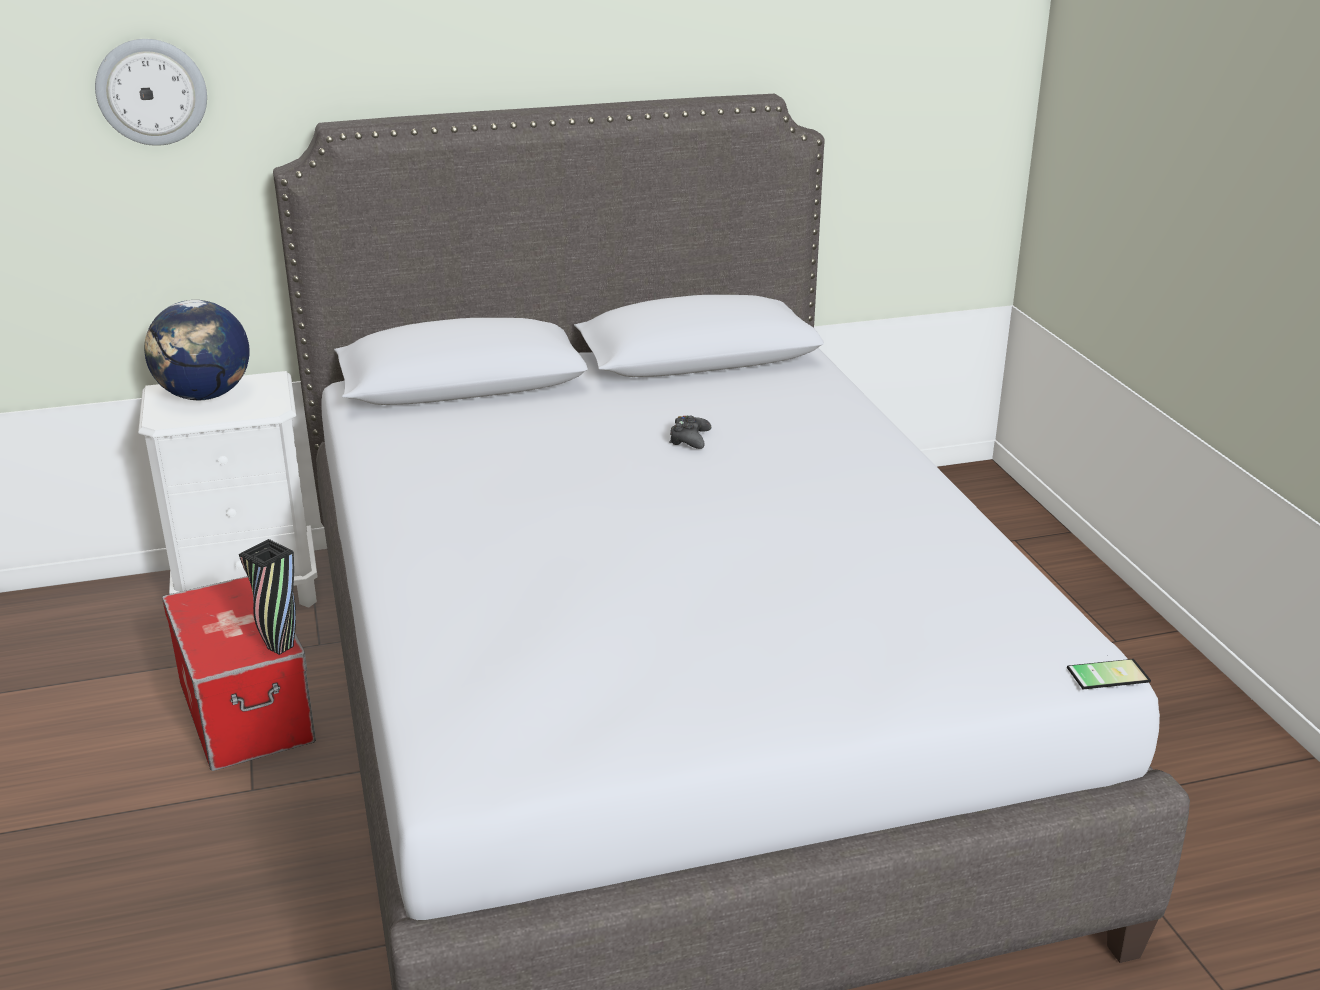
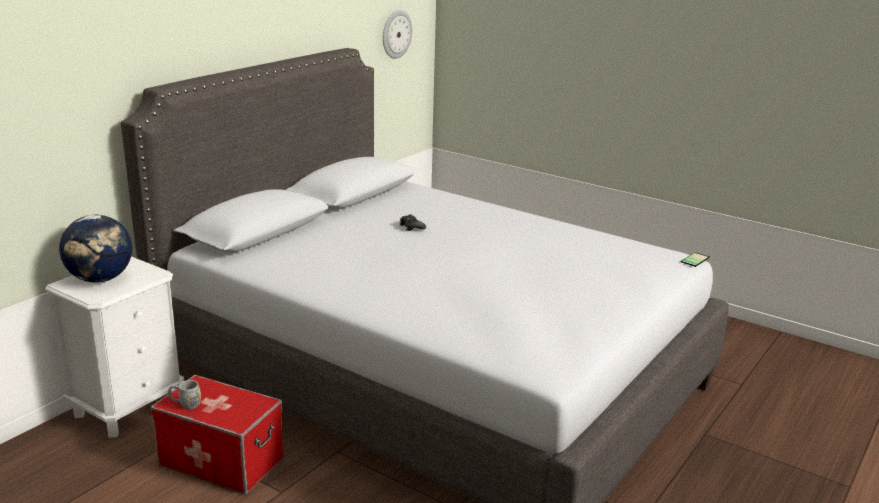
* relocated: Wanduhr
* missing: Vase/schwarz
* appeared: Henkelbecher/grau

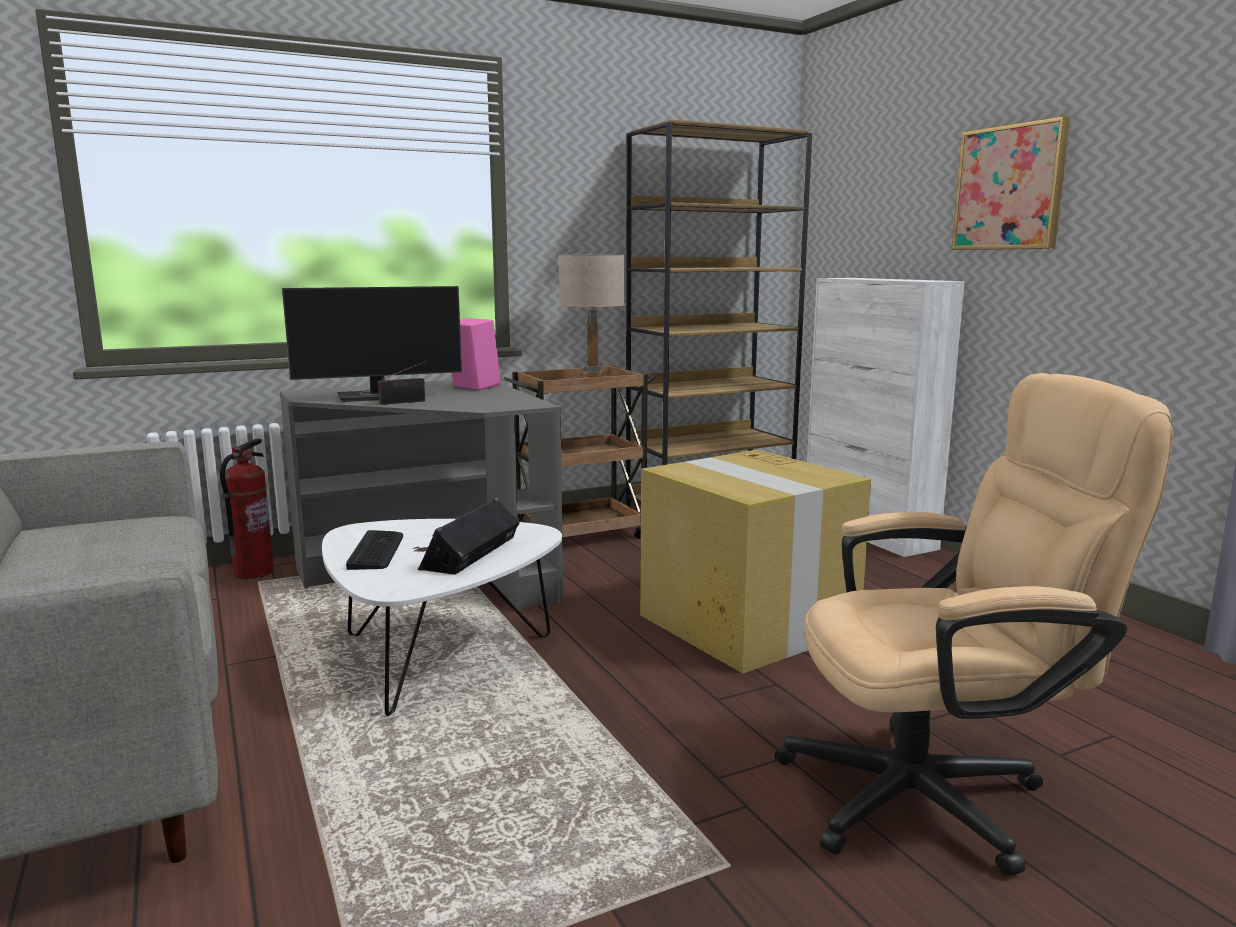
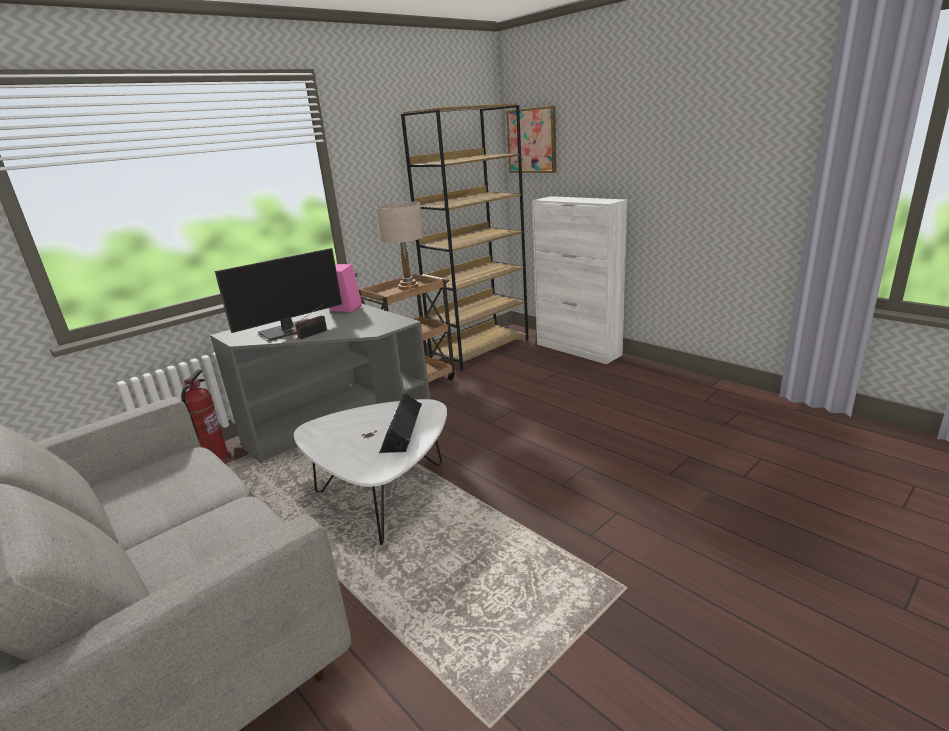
* missing: Tastatur
* missing: Karton
* missing: Bürostuhl/beige
* relocated: Bild

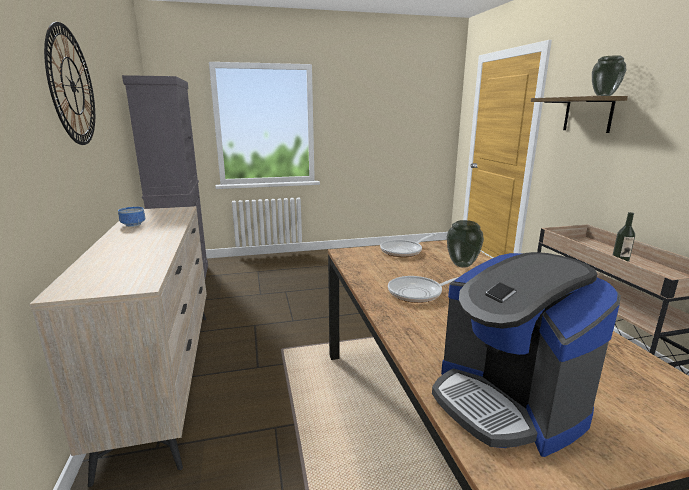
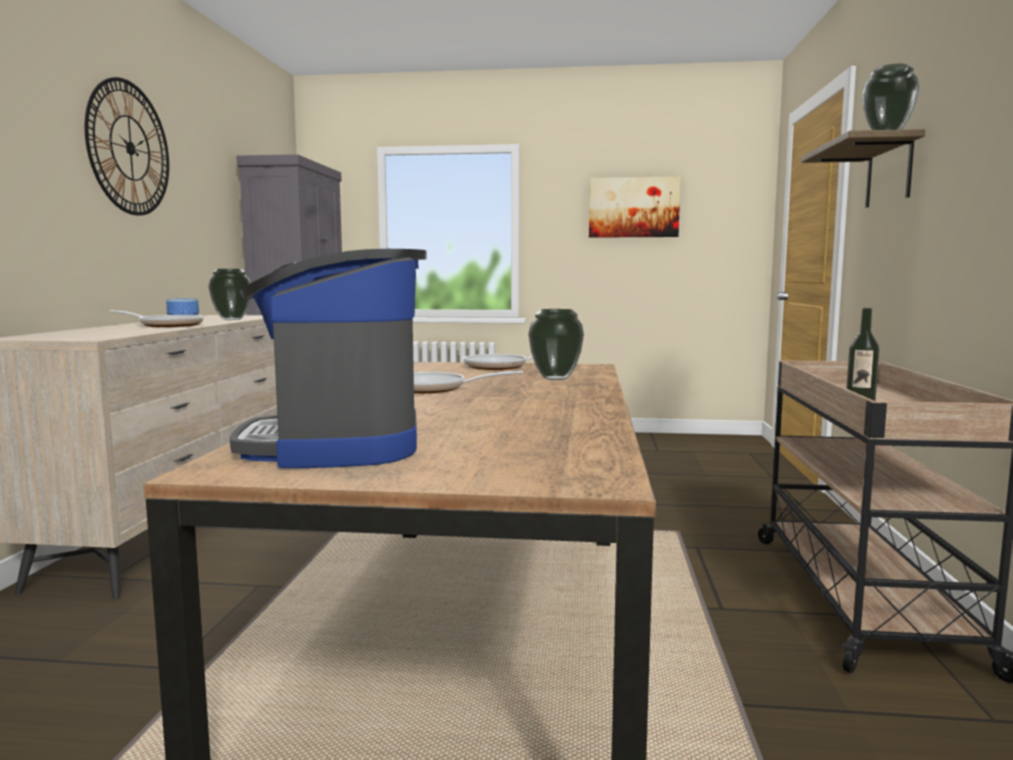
* appeared: Pfanne (no. 1 from left)
* appeared: Vase (no. 1 from left)
* appeared: Bild

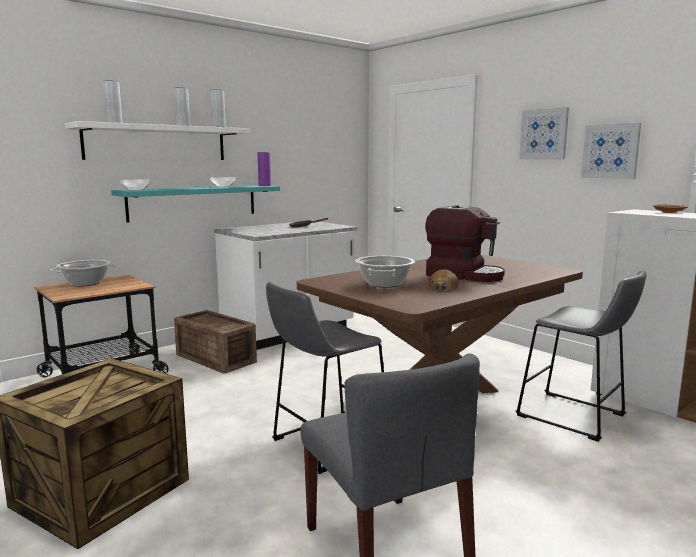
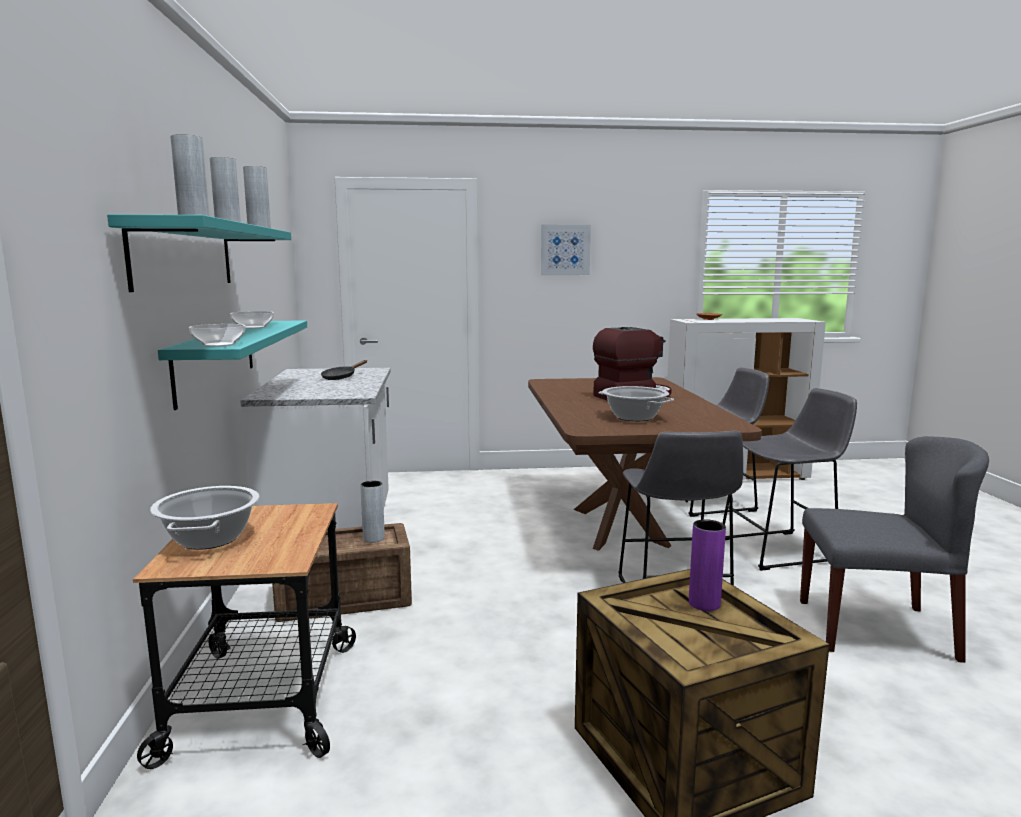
* colour: Wandregal/weiß to Wandregal/türkis (no. 1 from left)
* relocated: Vase/lila
* missing: Brot
* missing: Bild (no. 2 from left)
* appeared: Vase/grau (no. 4 from left)
* appeared: Hocker/grau (no. 3 from left)

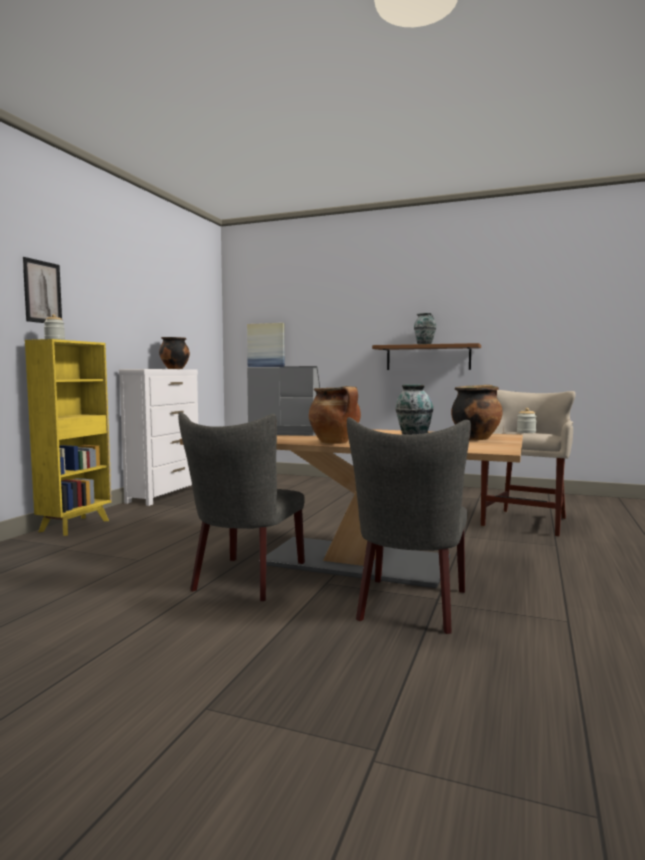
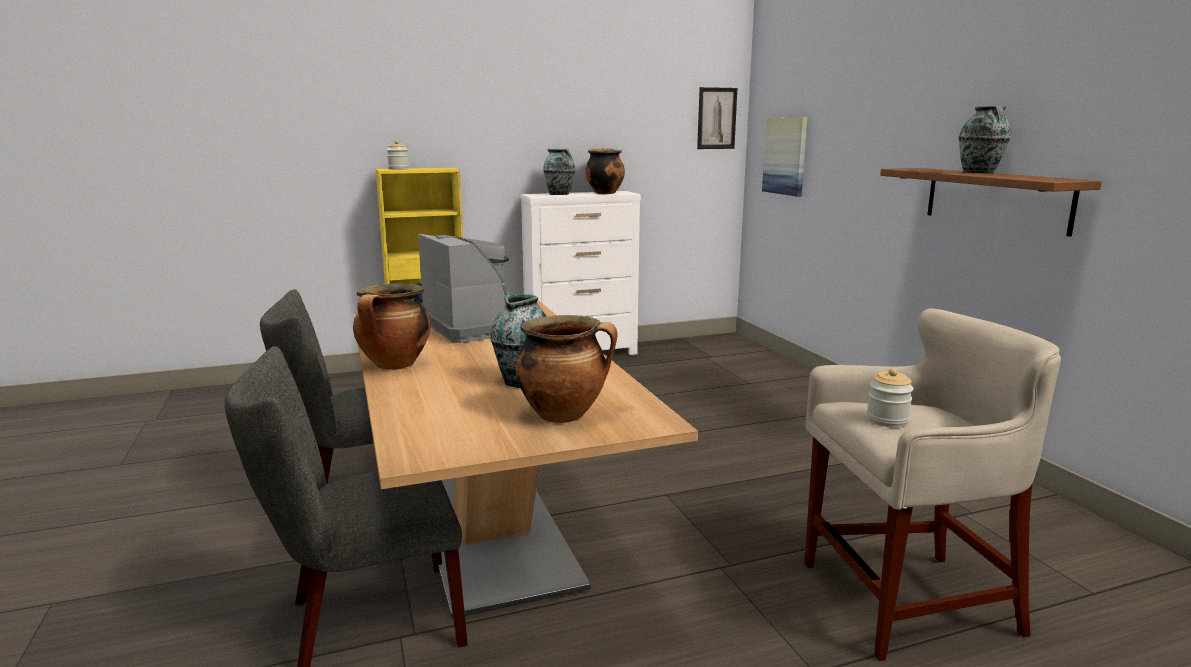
* relocated: Bild (no. 1 from left)
* appeared: Vase (no. 2 from left)

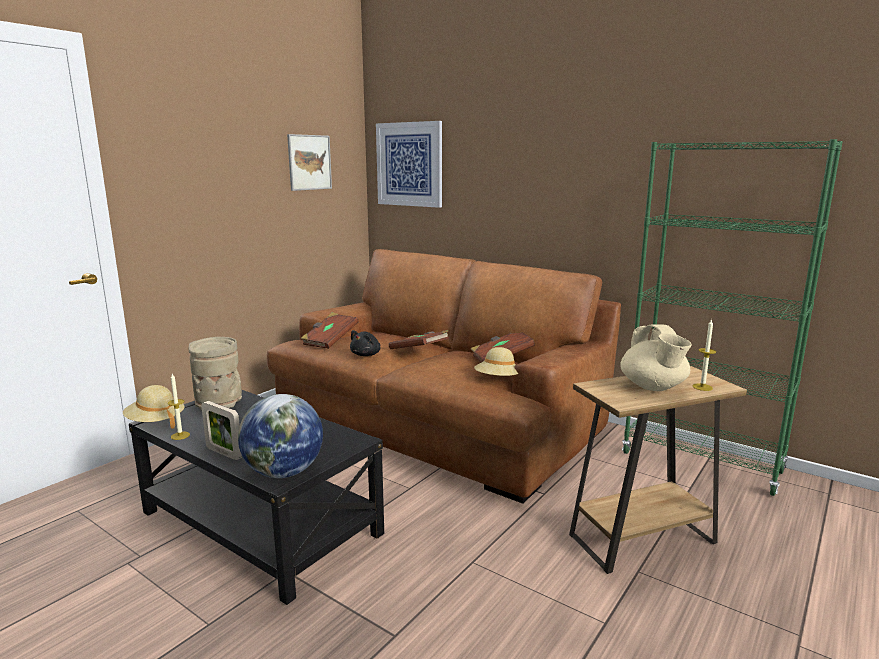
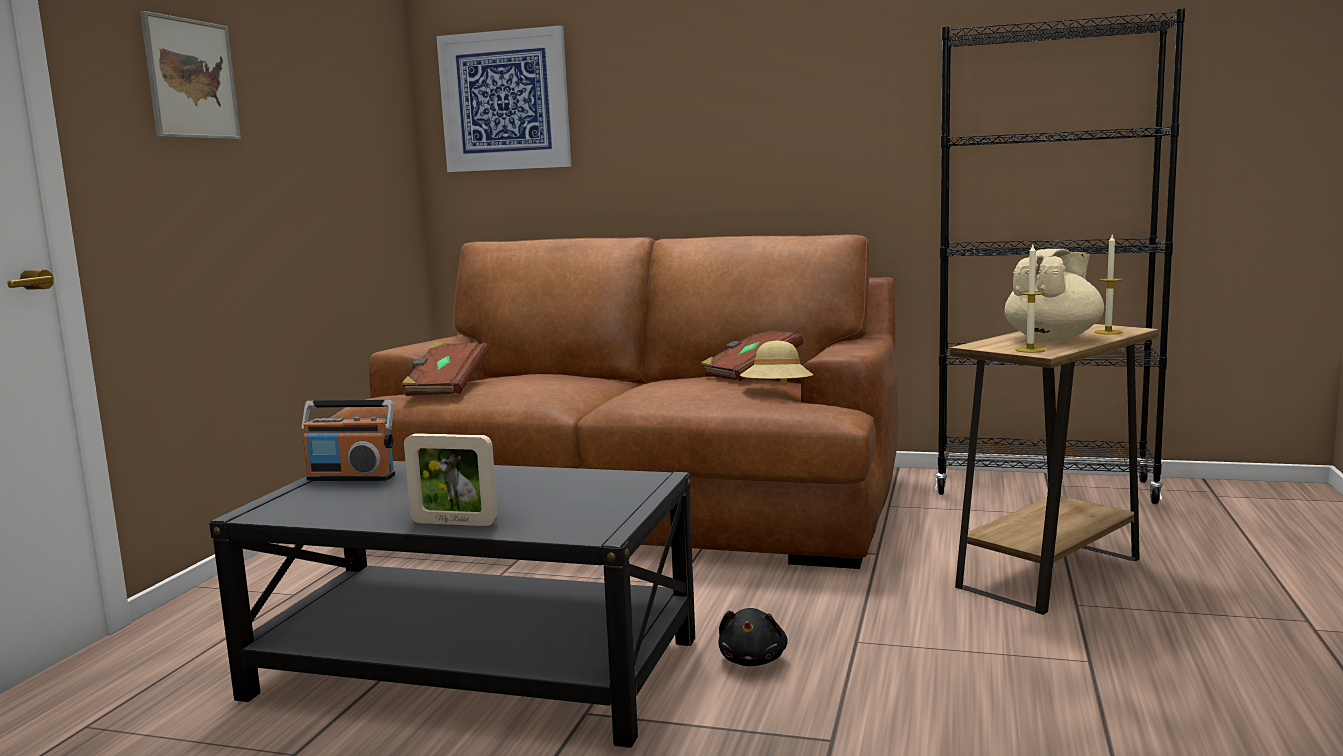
* missing: Hut/beige (no. 1 from left)
* relocated: Kerze (no. 1 from left)
* exchanged: Vase/beige to Radio
* missing: Globus
* relocated: Bild (no. 1 from left)
* relocated: Plüschtier/schwarz
* missing: Buch/braun (no. 2 from left)
* spun: Teekanne/beige 105 degrees counterclockwise
* colour: Bücherregal/grün to Bücherregal/schwarz

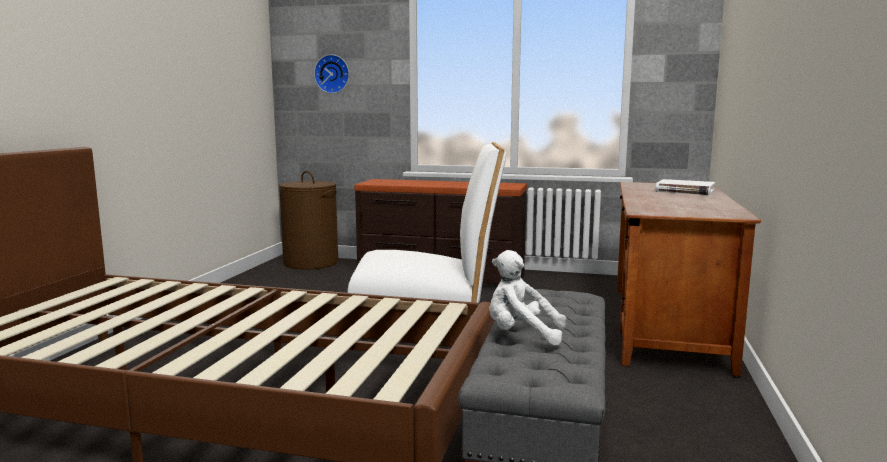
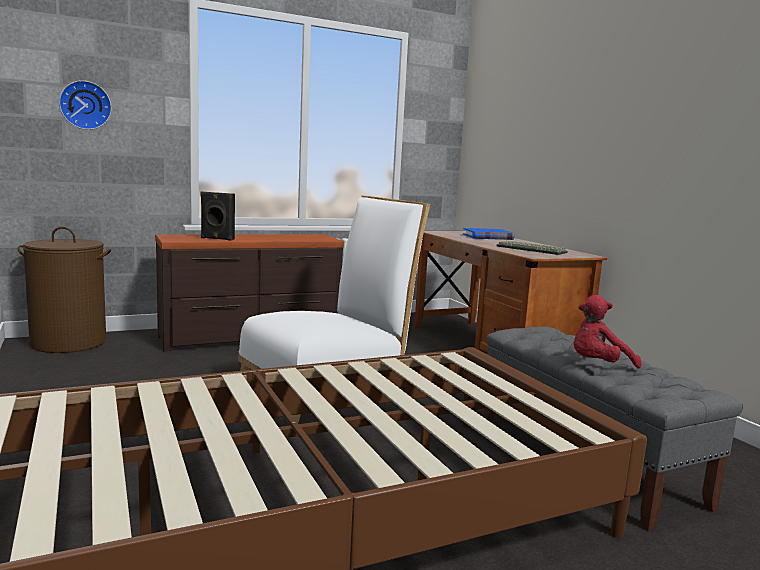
* colour: Plüschtier/weiß to Plüschtier/rot
* colour: Buch/weiß to Buch/blau
* appeared: Lautsprecher/schwarz
* appeared: Tastatur

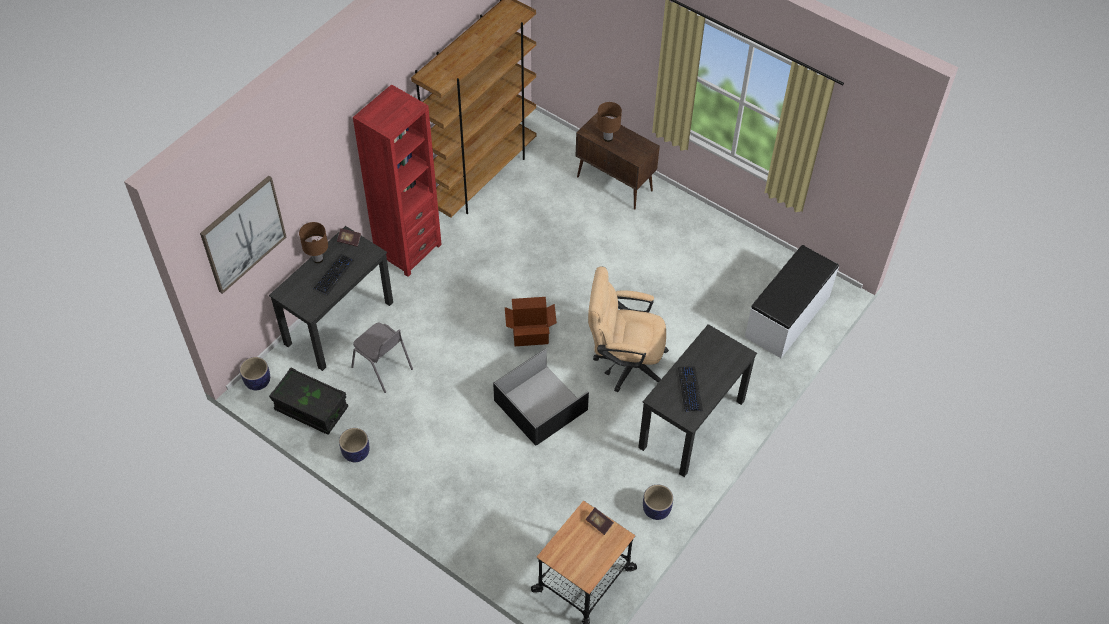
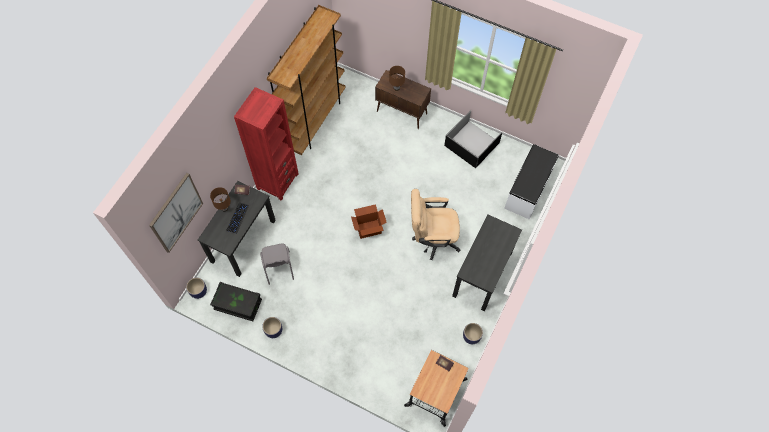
* spun: Stuhl/grau 45 degrees clockwise
* relocated: Aufbewahrungsbox/schwarz (no. 2 from left)
* missing: Tastatur (no. 2 from left)

